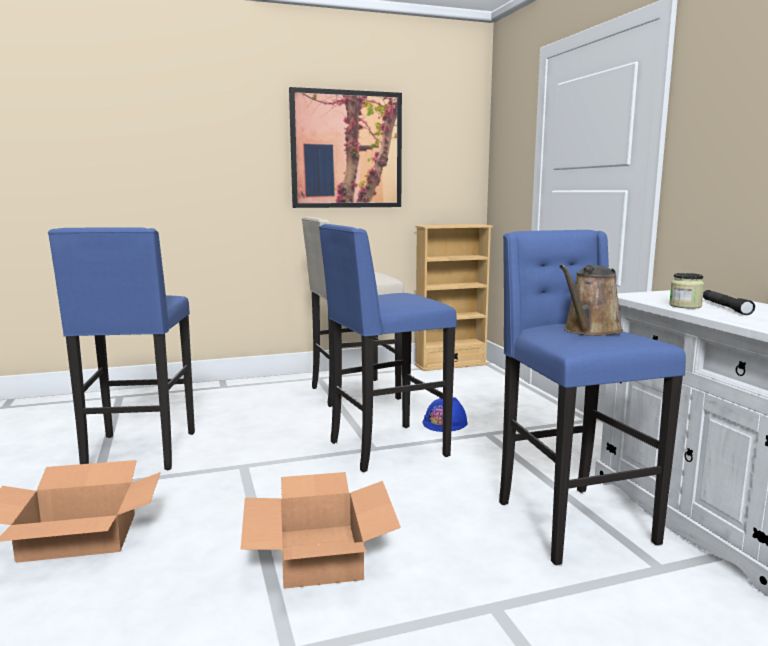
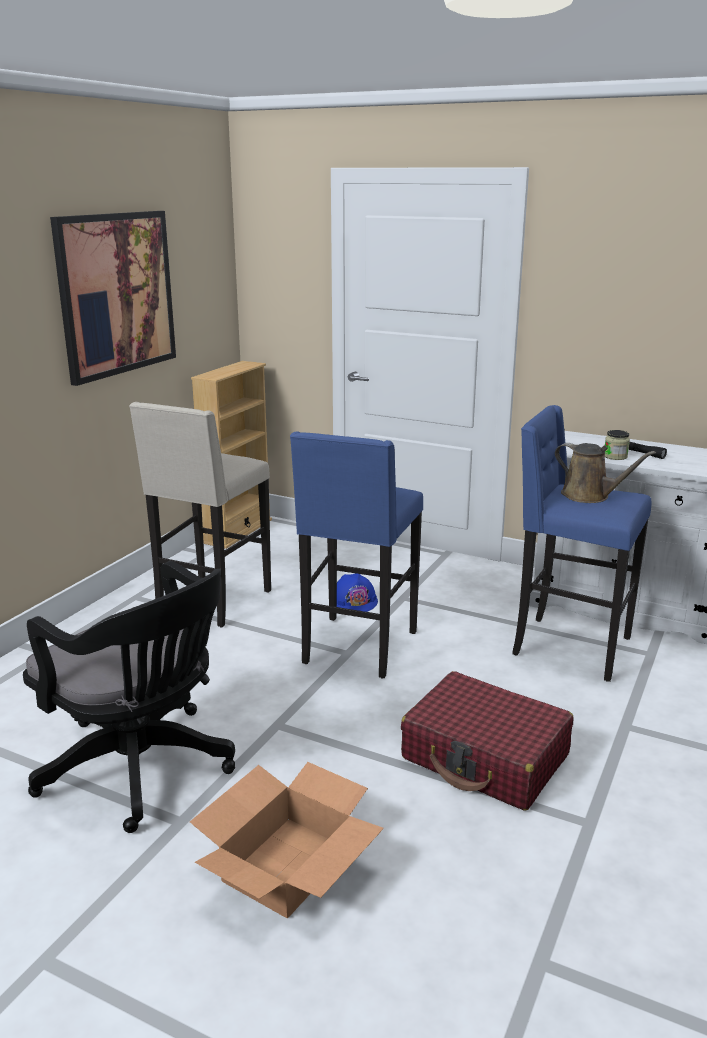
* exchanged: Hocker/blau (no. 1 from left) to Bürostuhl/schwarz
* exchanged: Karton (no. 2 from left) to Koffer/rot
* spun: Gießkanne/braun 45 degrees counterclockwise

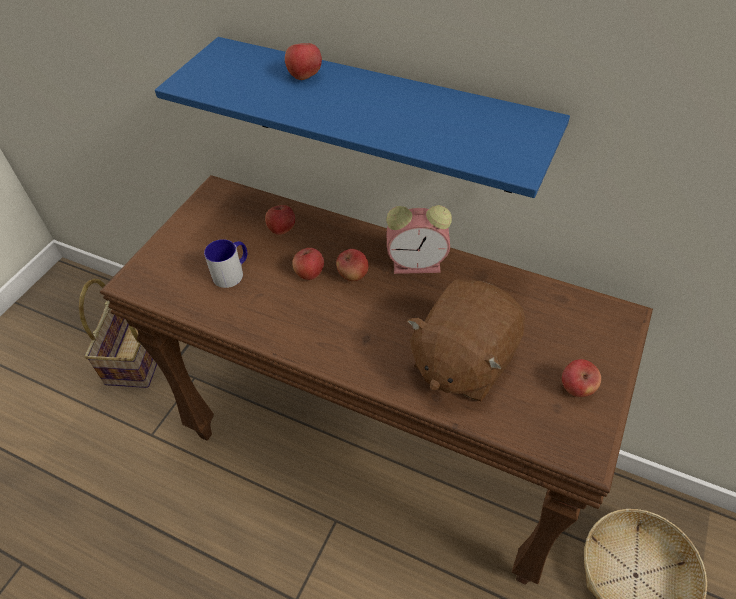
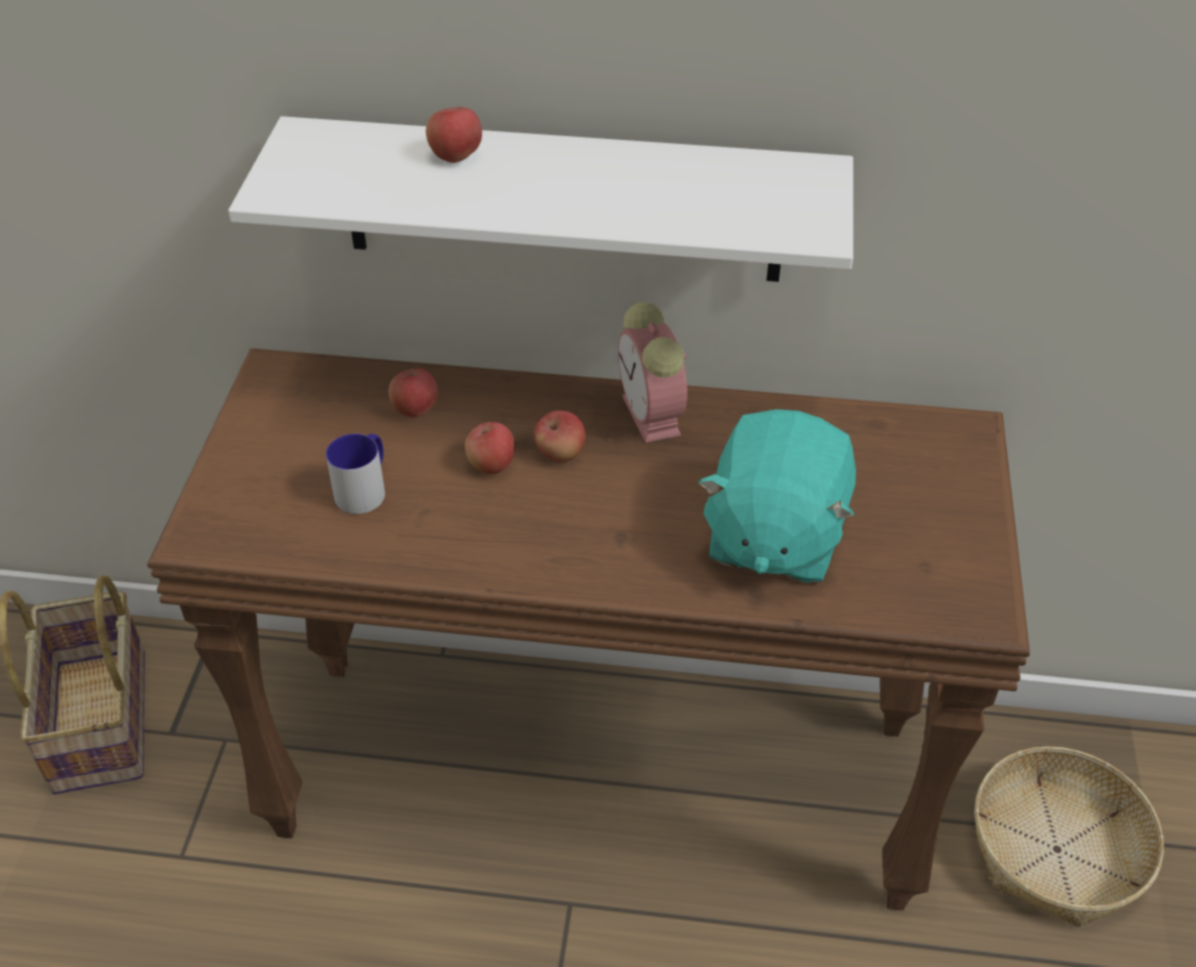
* colour: Wandregal/blau to Wandregal/weiß
* spun: Wecker 90 degrees clockwise
* colour: Plüschtier/braun to Plüschtier/türkis
* missing: Apfel (no. 5 from left)

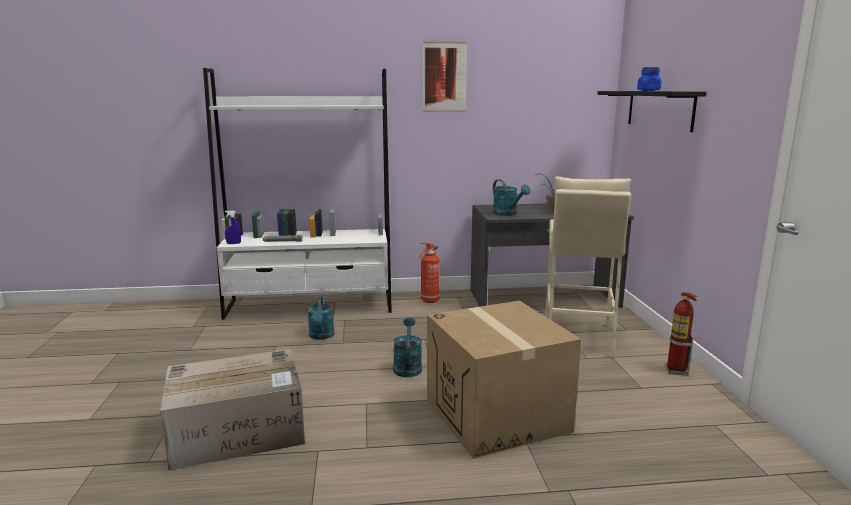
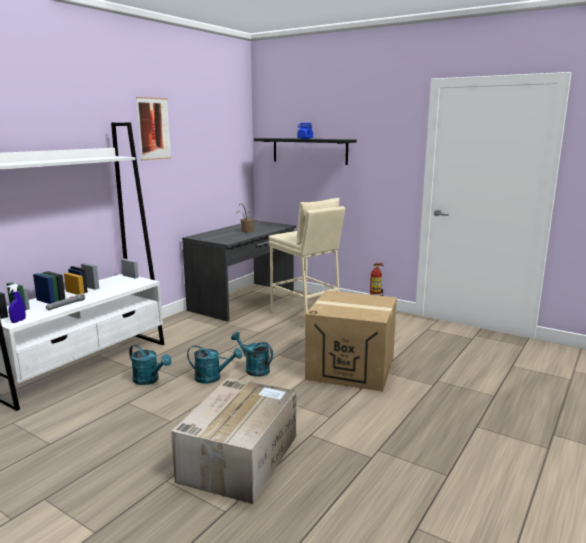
* missing: Feuerlöscher (no. 1 from left)
* relocated: Gießkanne/türkis (no. 3 from left in the first image) to Gießkanne/türkis (no. 2 from left)

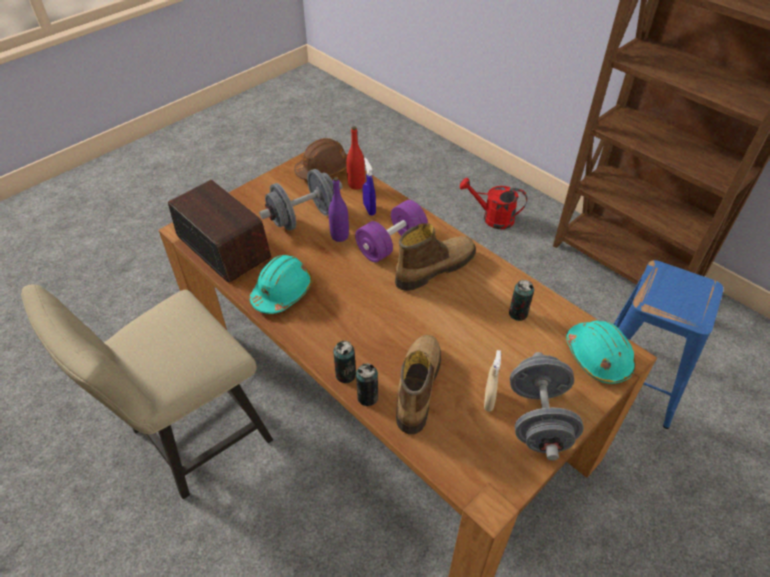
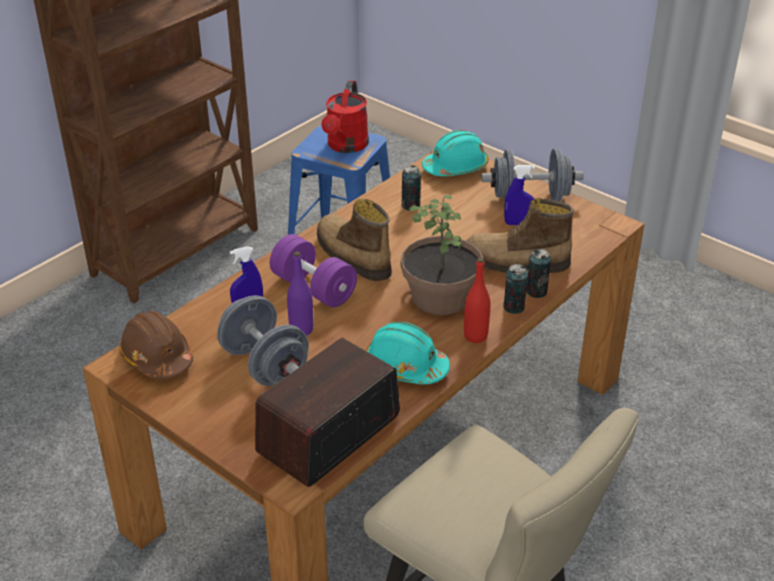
* relocated: Flasche/rot
* relocated: Gießkanne/rot
* colour: Sprühflasche/beige to Sprühflasche/blau (no. 2 from left)
* appeared: Topfpflanze

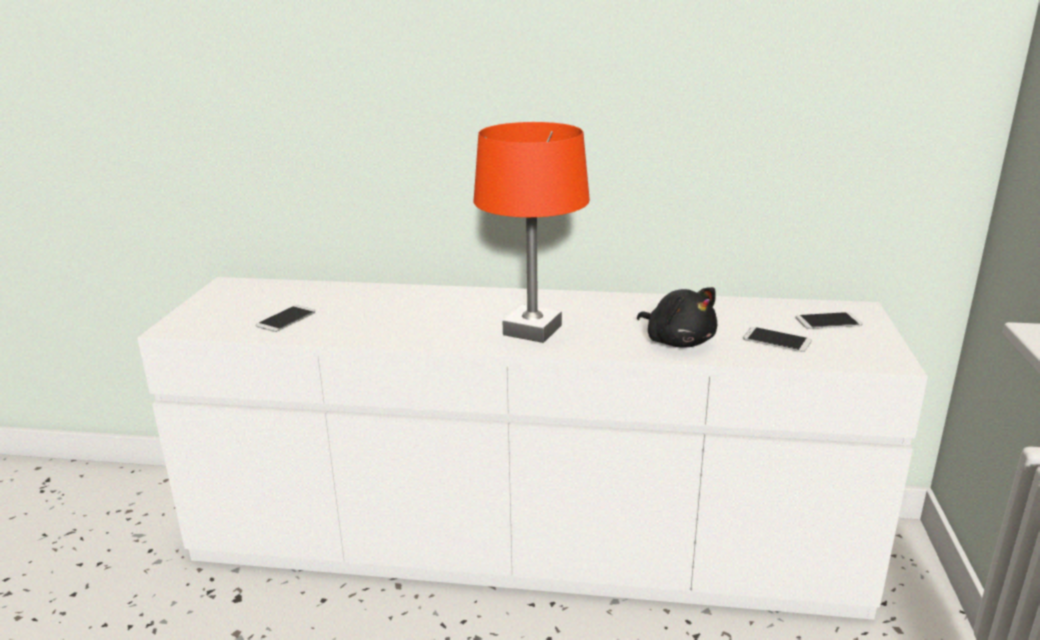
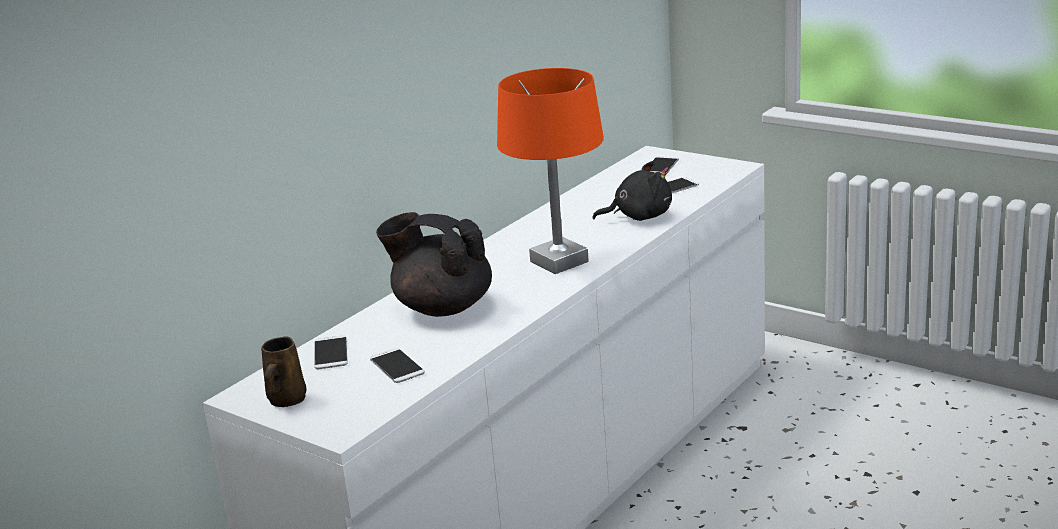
* appeared: Henkelbecher/braun
* appeared: Handy (no. 1 from left)
* appeared: Teekanne/schwarz

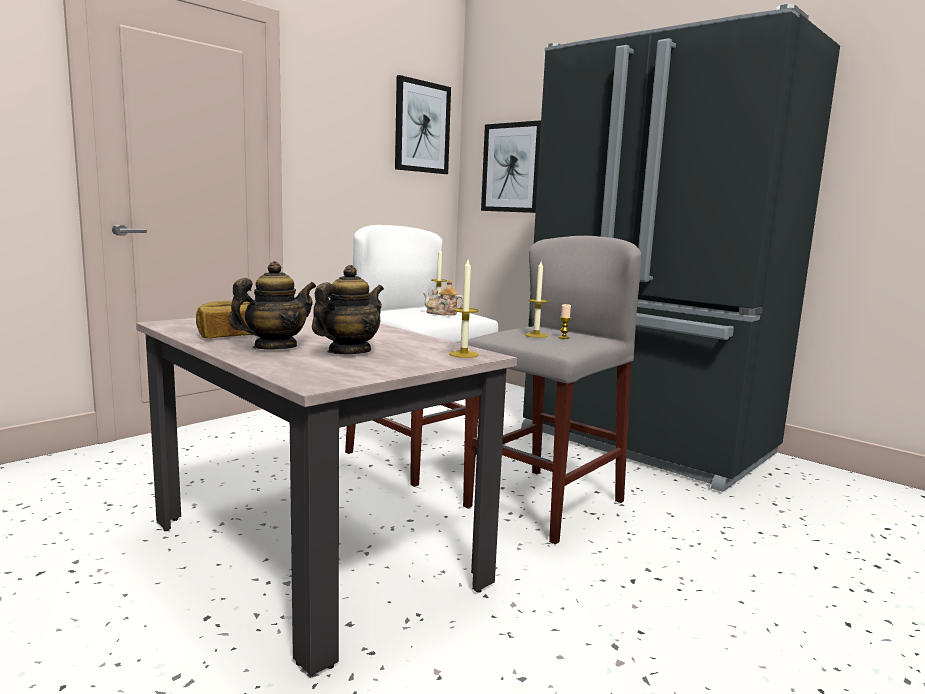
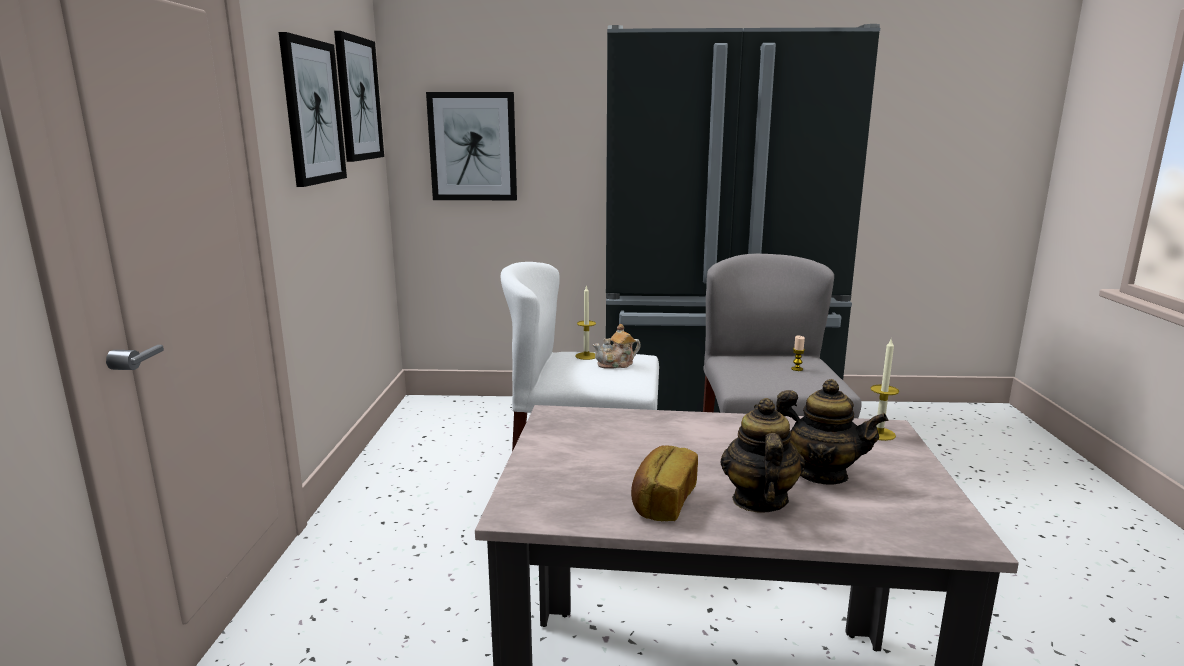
* spun: Teekanne (no. 2 from left in the first image) 120 degrees clockwise
* missing: Kerze (no. 3 from left)
* appeared: Bild (no. 1 from left)

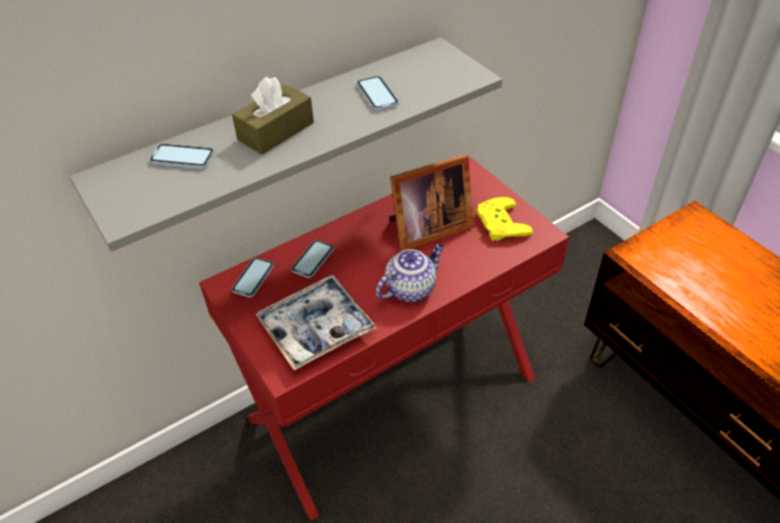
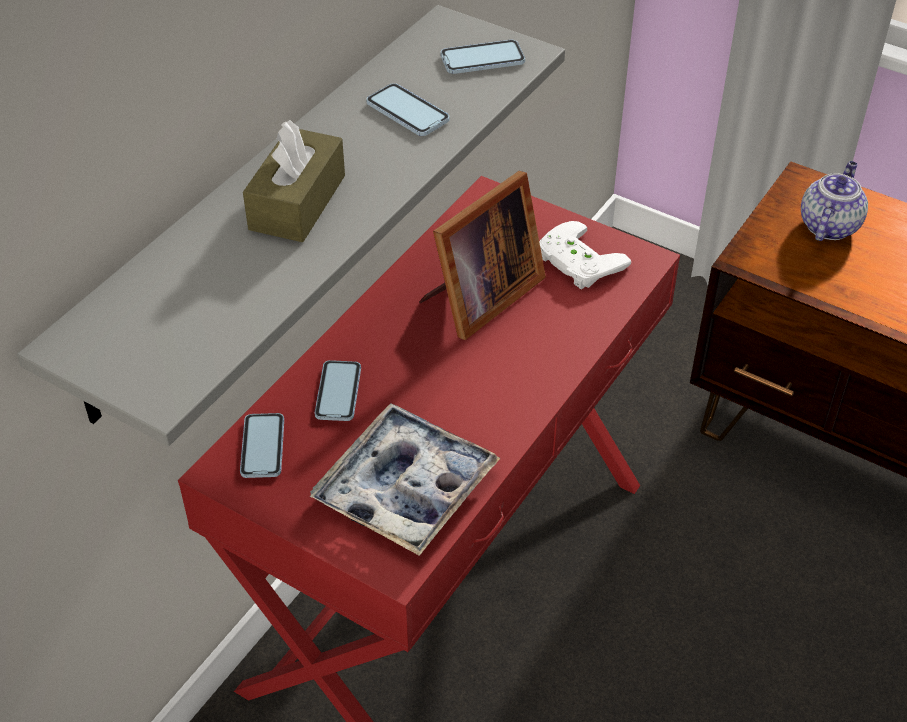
* relocated: Handy (no. 1 from left in the first image) to Handy (no. 4 from left)
* relocated: Teekanne
* colour: Gamepad/gelb to Gamepad/weiß

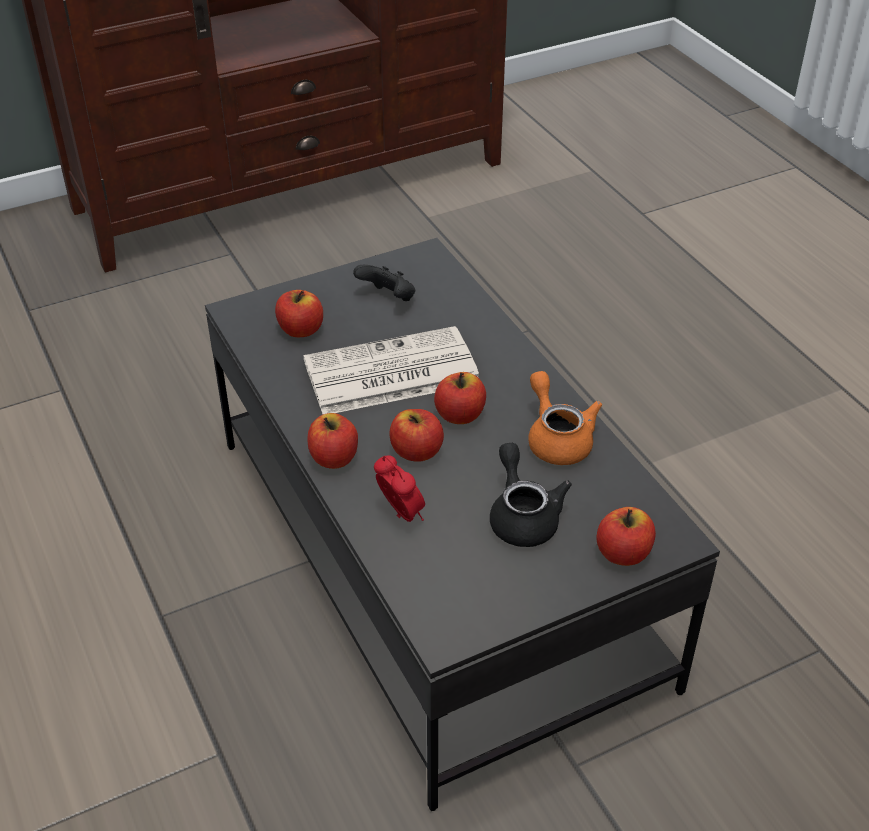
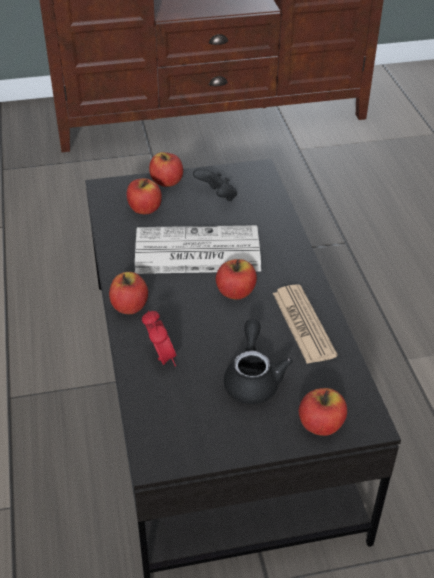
* relocated: Apfel (no. 3 from left)
* exchanged: Teekanne/orange to Zeitung (no. 2 from left)

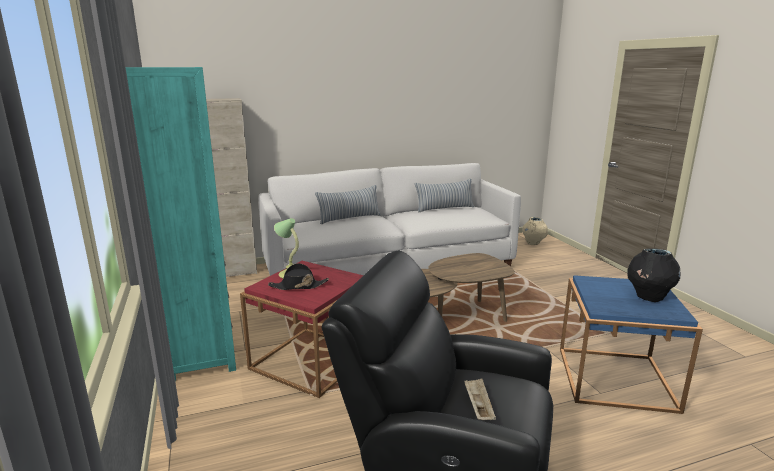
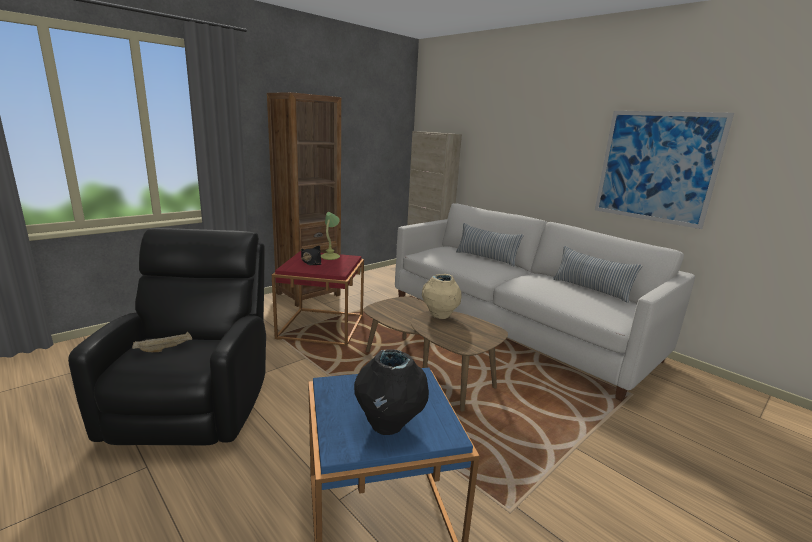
* colour: Bücherregal/türkis to Bücherregal/braun
* relocated: Vase/beige
* appeared: Bild

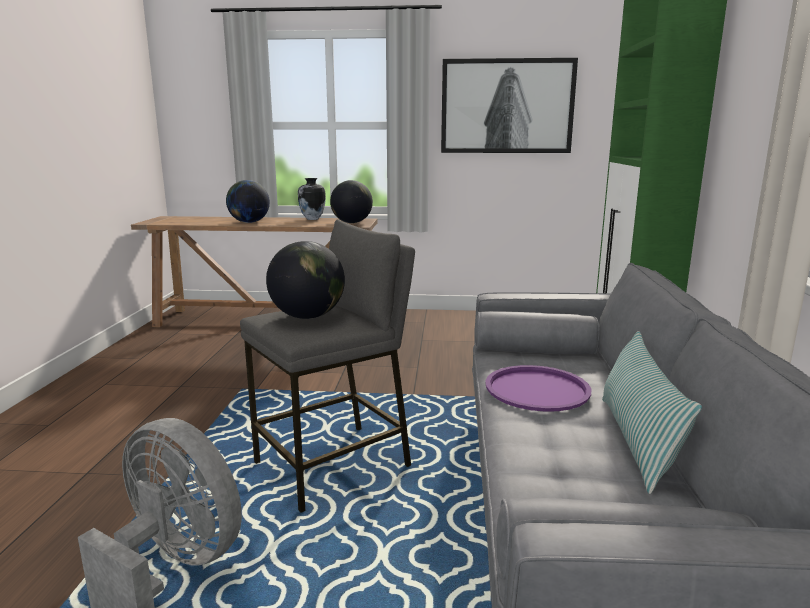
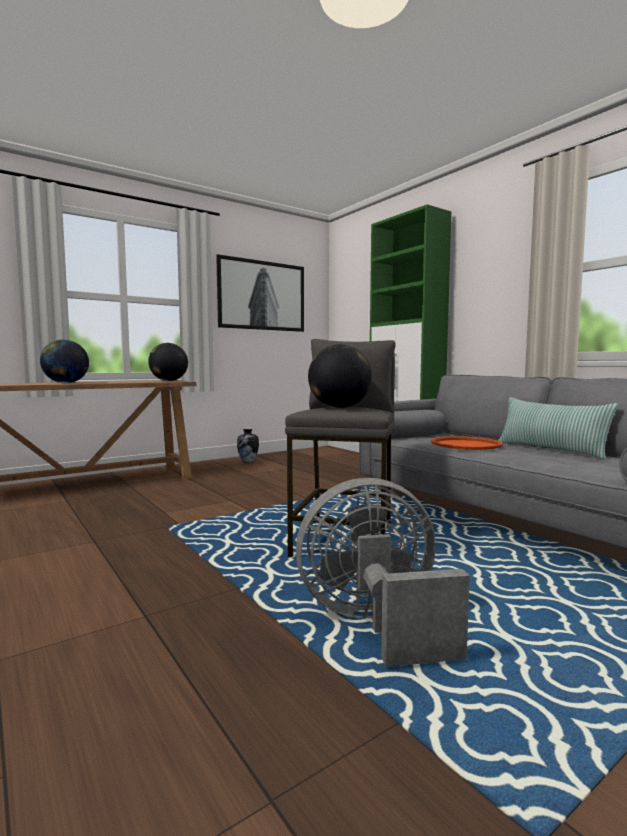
* relocated: Vase
* colour: Tablett/lila to Tablett/orange

